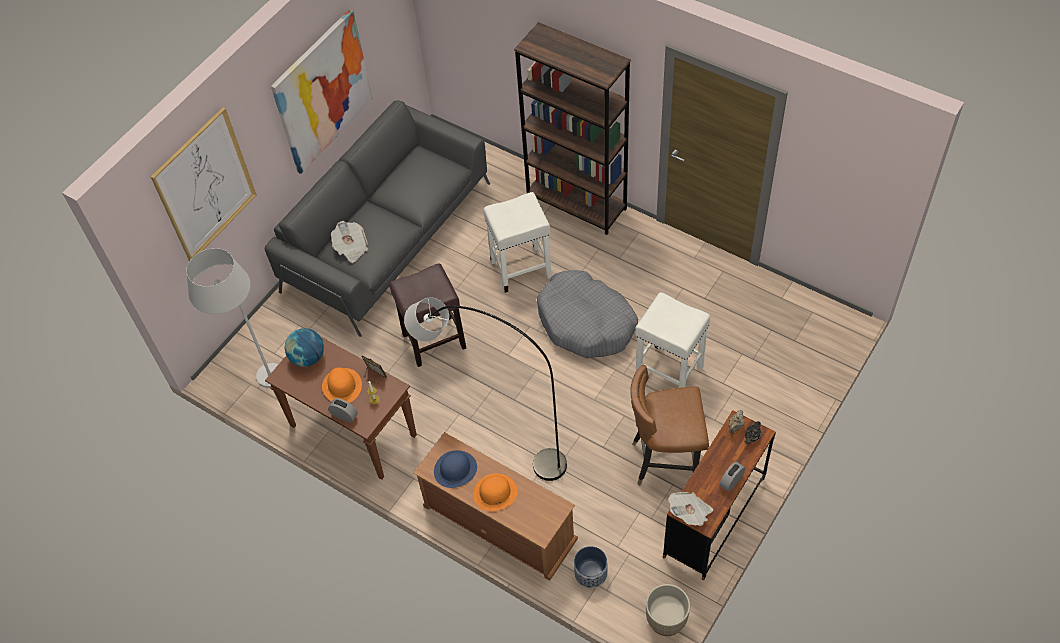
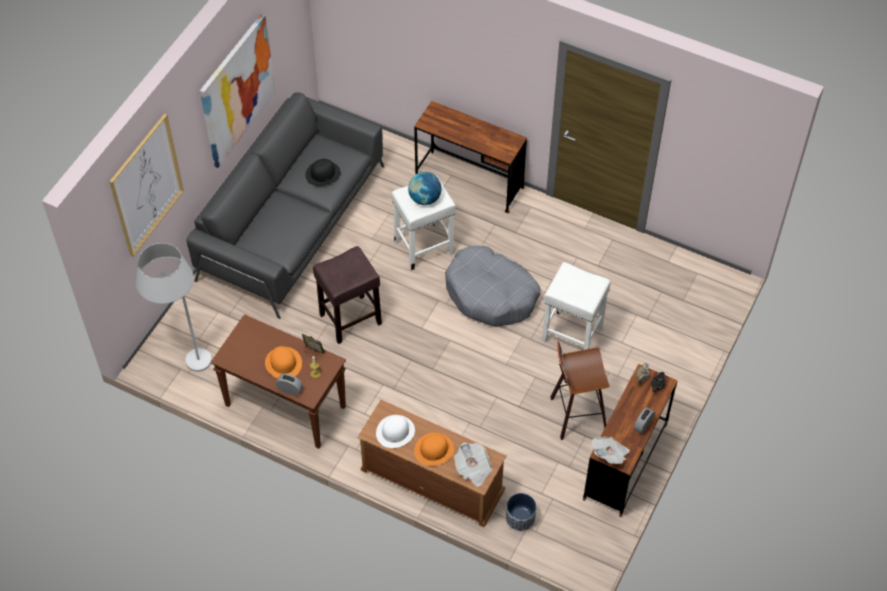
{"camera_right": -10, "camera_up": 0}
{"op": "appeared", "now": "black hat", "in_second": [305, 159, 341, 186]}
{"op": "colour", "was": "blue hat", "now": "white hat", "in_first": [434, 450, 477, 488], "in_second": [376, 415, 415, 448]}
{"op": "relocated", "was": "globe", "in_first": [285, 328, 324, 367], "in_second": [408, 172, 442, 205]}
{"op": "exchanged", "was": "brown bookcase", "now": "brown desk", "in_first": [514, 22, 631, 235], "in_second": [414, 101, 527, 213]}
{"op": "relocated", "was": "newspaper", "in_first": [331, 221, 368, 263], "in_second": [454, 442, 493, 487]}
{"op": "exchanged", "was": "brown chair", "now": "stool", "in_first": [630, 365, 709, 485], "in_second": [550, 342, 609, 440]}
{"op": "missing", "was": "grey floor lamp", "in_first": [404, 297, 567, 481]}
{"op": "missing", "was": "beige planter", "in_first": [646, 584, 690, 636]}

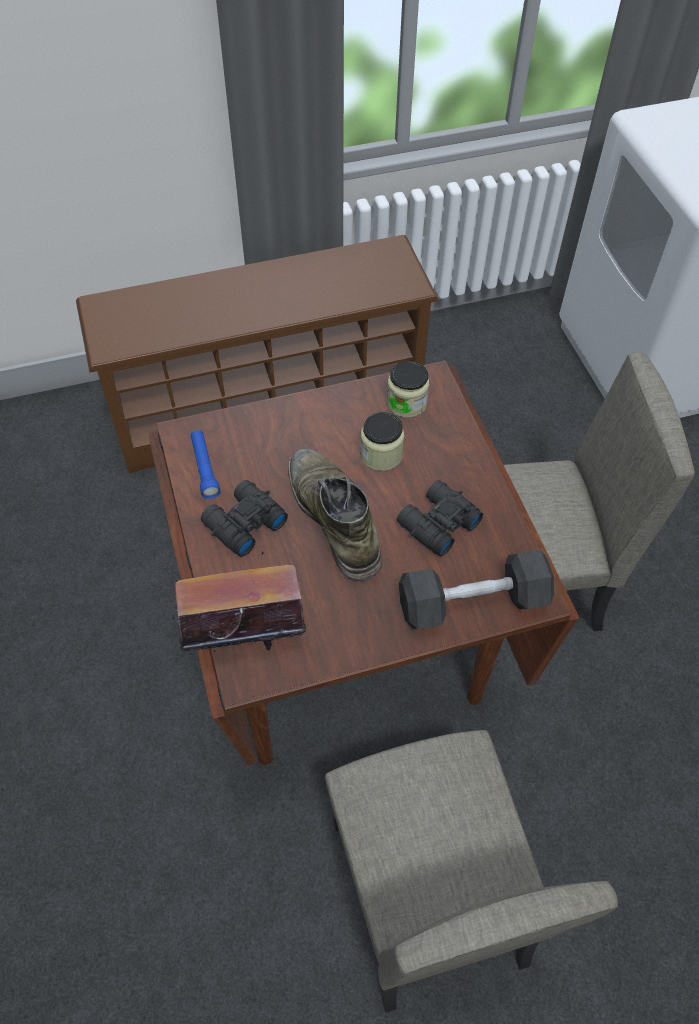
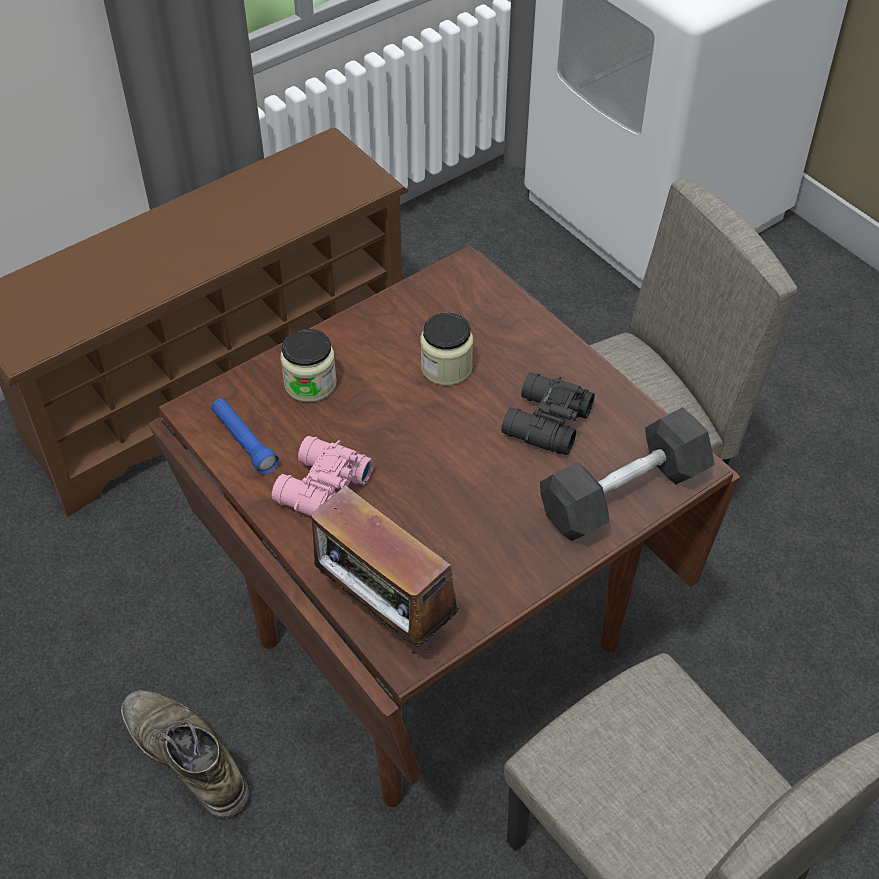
{"camera_right": -20, "camera_up": -5}
{"op": "relocated", "was": "green boot", "in_first": [288, 448, 382, 581], "in_second": [121, 690, 249, 818]}
{"op": "colour", "was": "black binoculars", "now": "pink binoculars", "in_first": [201, 480, 288, 557], "in_second": [272, 436, 374, 517]}
{"op": "relocated", "was": "jar", "in_first": [387, 361, 429, 418], "in_second": [280, 329, 336, 402]}
{"op": "spun", "was": "radio", "in_first": [172, 552, 306, 652], "in_second": [312, 486, 459, 655], "clockwise": -105}

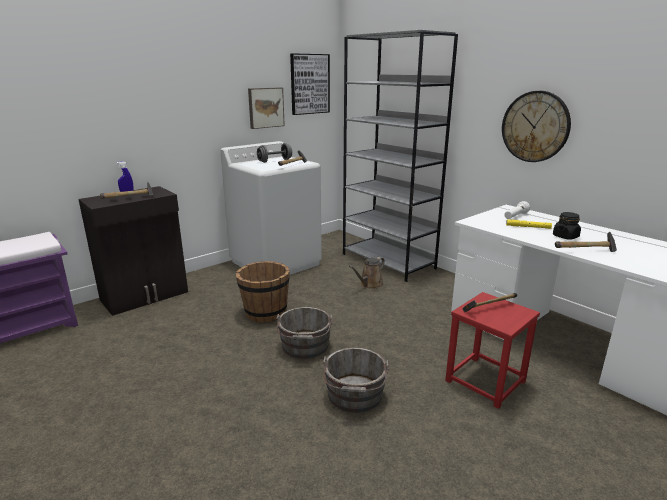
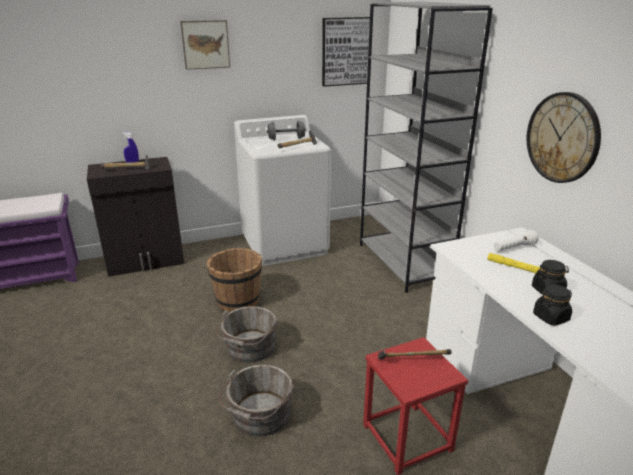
{"camera_right": 20, "camera_up": 5}
{"op": "relocated", "was": "picture", "in_first": [248, 87, 285, 129], "in_second": [180, 20, 230, 70]}
{"op": "exchanged", "was": "hammer", "now": "black jar", "in_first": [555, 232, 617, 252], "in_second": [533, 284, 572, 326]}
{"op": "missing", "was": "brown watering can", "in_first": [349, 257, 385, 289]}

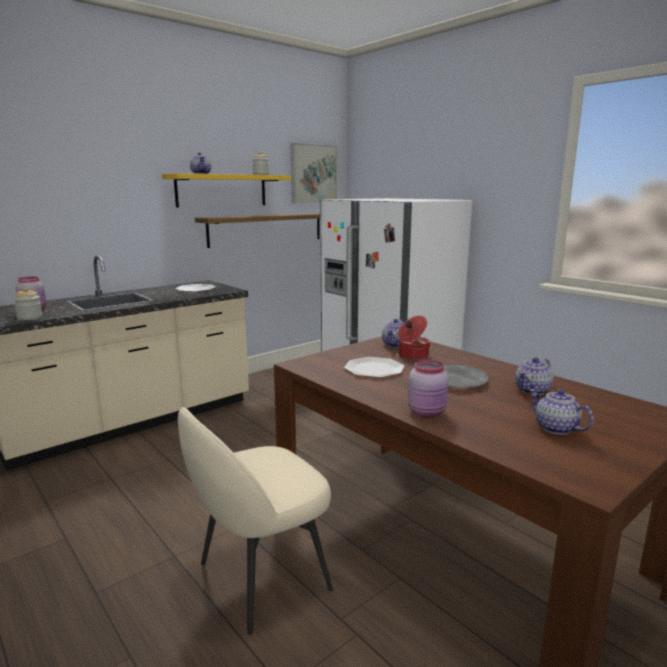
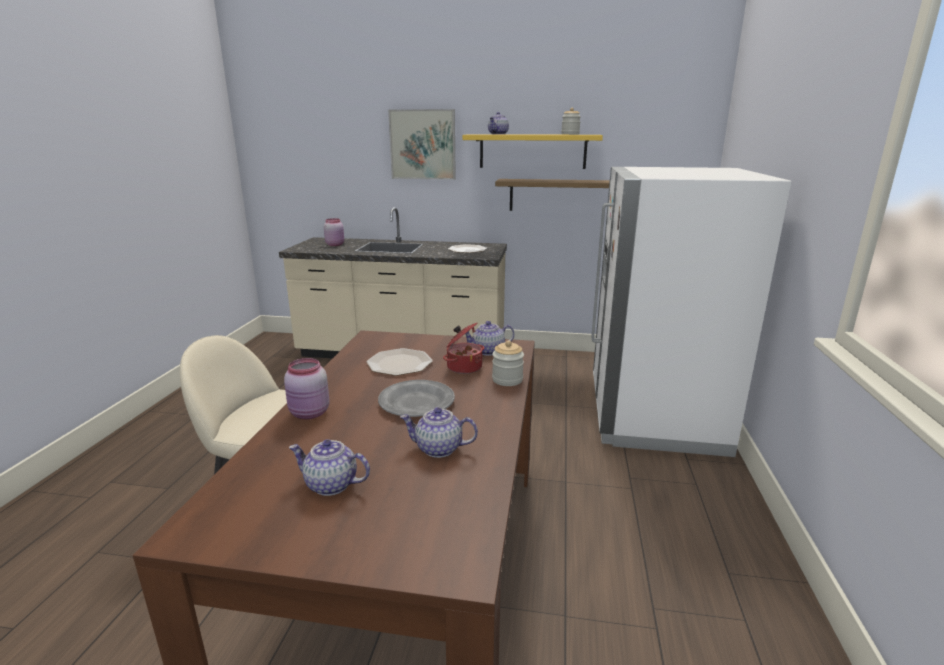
{"camera_right": 50, "camera_up": 5}
{"op": "spun", "was": "teapot", "in_first": [529, 389, 594, 435], "in_second": [289, 439, 370, 496], "clockwise": -90}
{"op": "relocated", "was": "picture", "in_first": [291, 143, 337, 204], "in_second": [388, 109, 456, 180]}
{"op": "relocated", "was": "jar", "in_first": [13, 288, 42, 320], "in_second": [492, 340, 524, 386]}

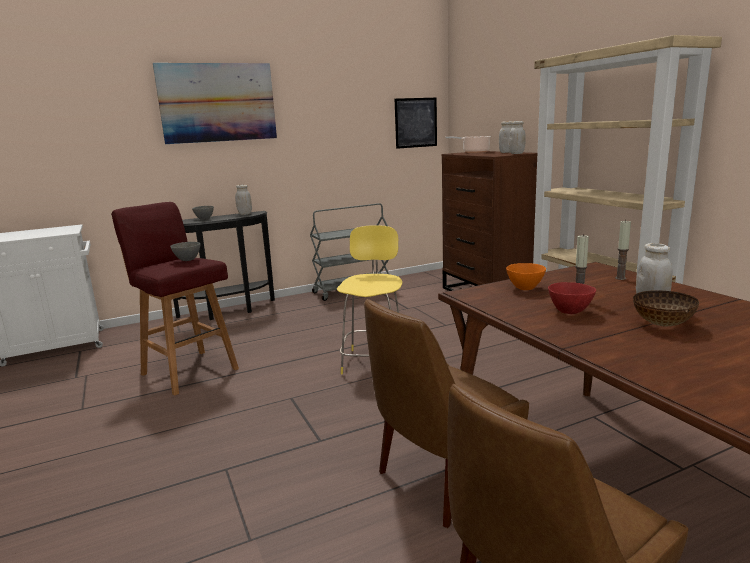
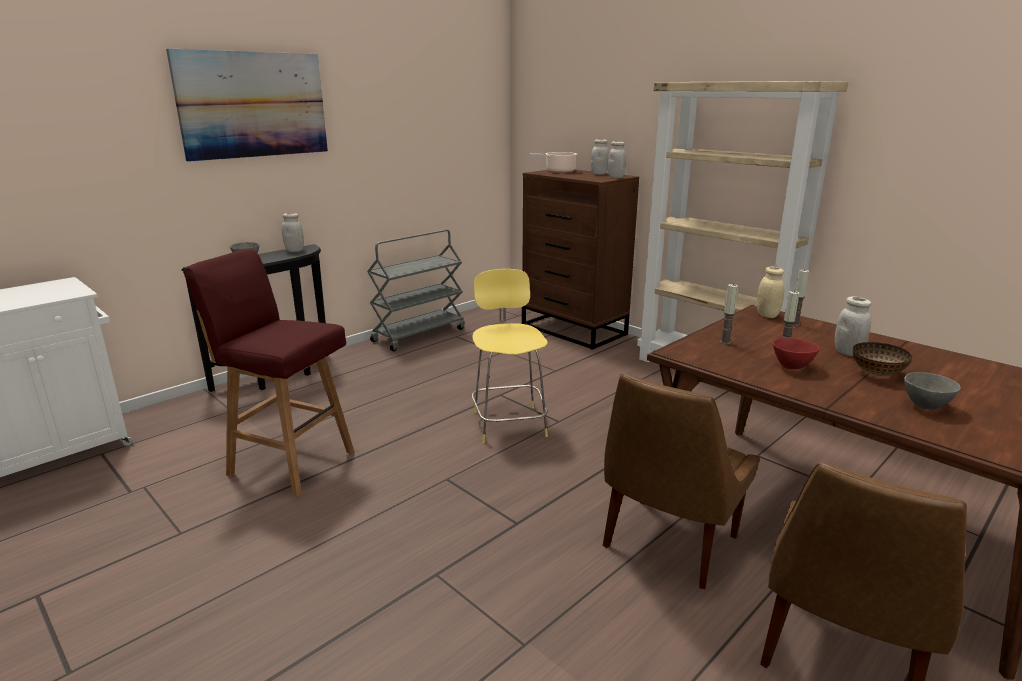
{"camera_right": -20, "camera_up": 5}
{"op": "exchanged", "was": "orange bowl", "now": "candle", "in_first": [506, 263, 546, 290], "in_second": [720, 284, 738, 344]}
{"op": "appeared", "now": "beige jar", "in_second": [757, 267, 784, 318]}
{"op": "relocated", "was": "grey bowl", "in_first": [170, 242, 200, 261], "in_second": [904, 372, 961, 410]}
{"op": "missing", "was": "picture", "in_first": [395, 98, 437, 149]}

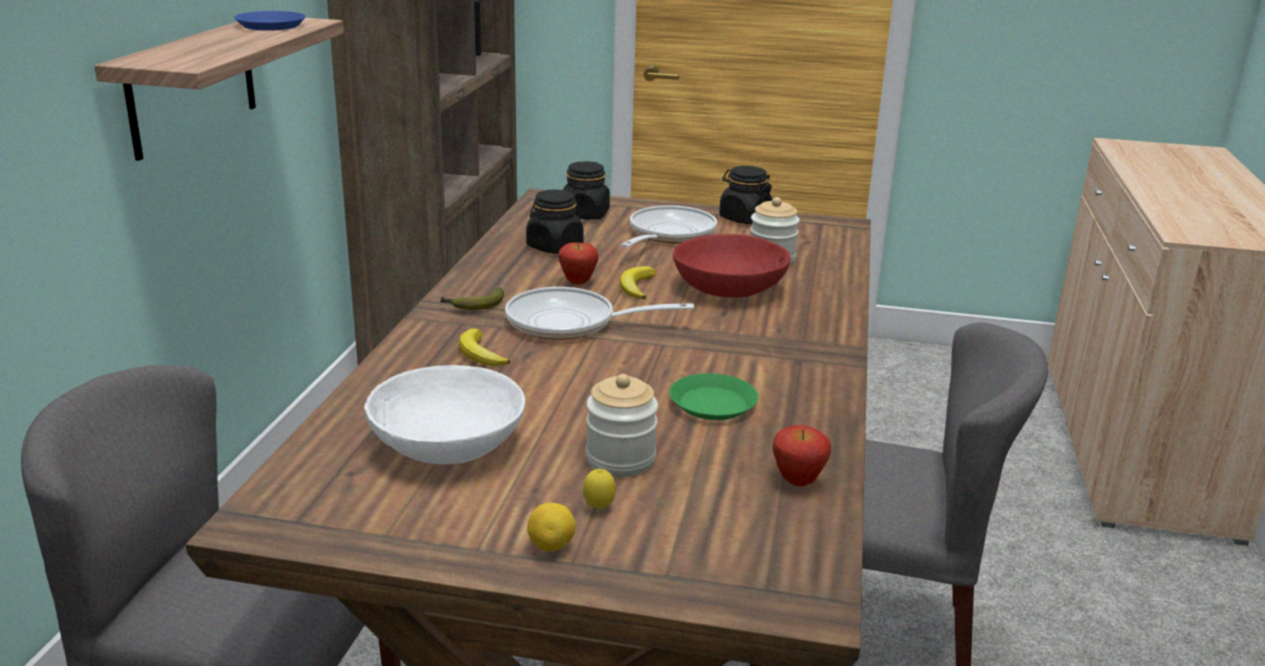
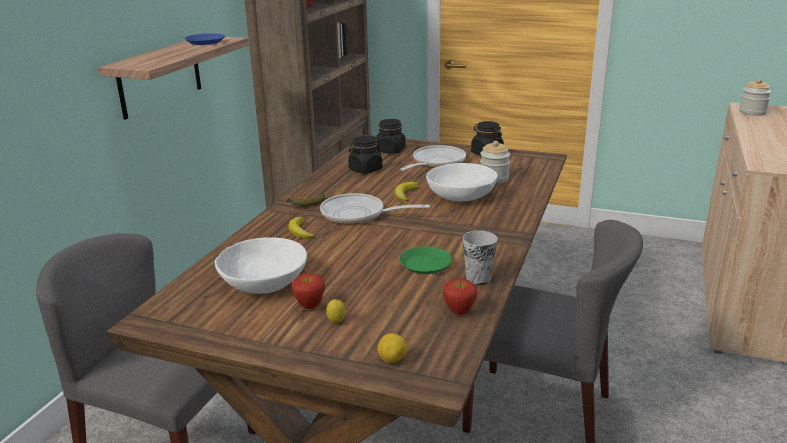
{"camera_right": 10, "camera_up": 0}
{"op": "relocated", "was": "apple", "in_first": [559, 242, 598, 285], "in_second": [291, 274, 326, 309]}
{"op": "relocated", "was": "lemon", "in_first": [527, 503, 575, 551], "in_second": [378, 333, 407, 363]}
{"op": "colour", "was": "red bowl", "now": "white bowl", "in_first": [673, 234, 791, 297], "in_second": [426, 163, 498, 201]}
{"op": "appeared", "now": "cup", "in_second": [463, 230, 497, 285]}
{"op": "relocated", "was": "jar", "in_first": [586, 374, 658, 477], "in_second": [739, 79, 771, 116]}

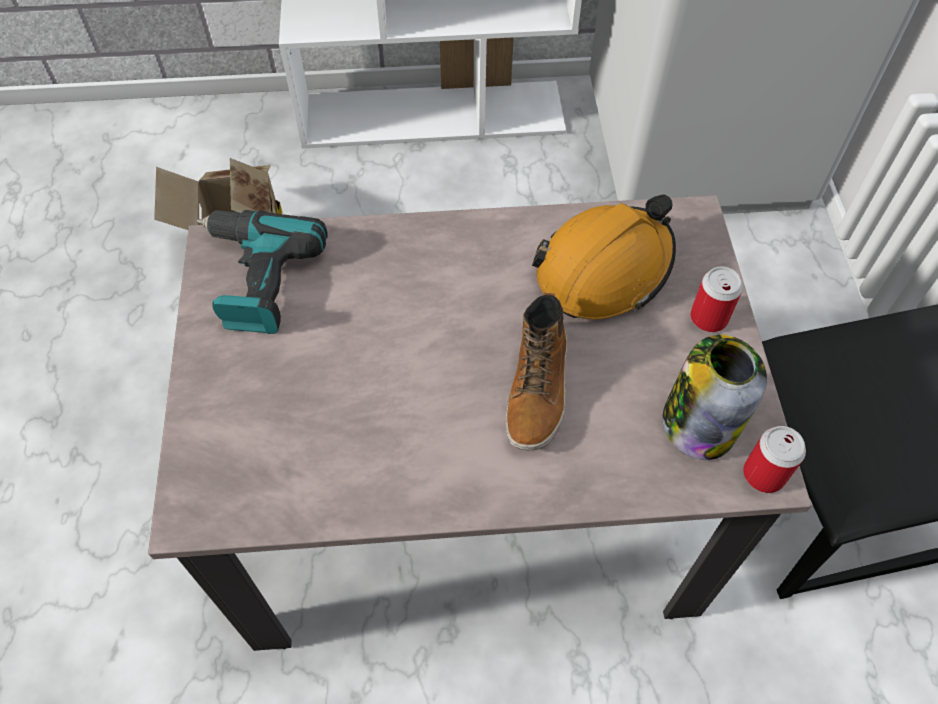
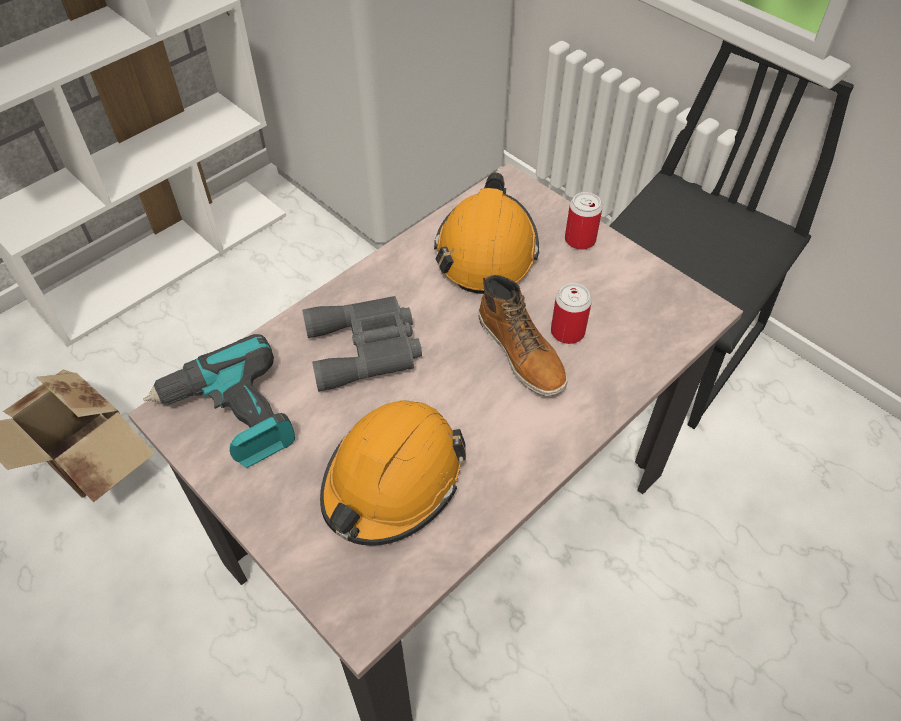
{"camera_right": -40, "camera_up": -5}
{"op": "appeared", "now": "grey binoculars", "in_second": [302, 296, 422, 392]}
{"op": "appeared", "now": "orange hard hat", "in_second": [320, 401, 466, 546]}
{"op": "relocated", "was": "can", "in_first": [743, 426, 806, 493], "in_second": [551, 283, 592, 344]}
{"op": "missing", "was": "jar", "in_first": [662, 335, 767, 460]}

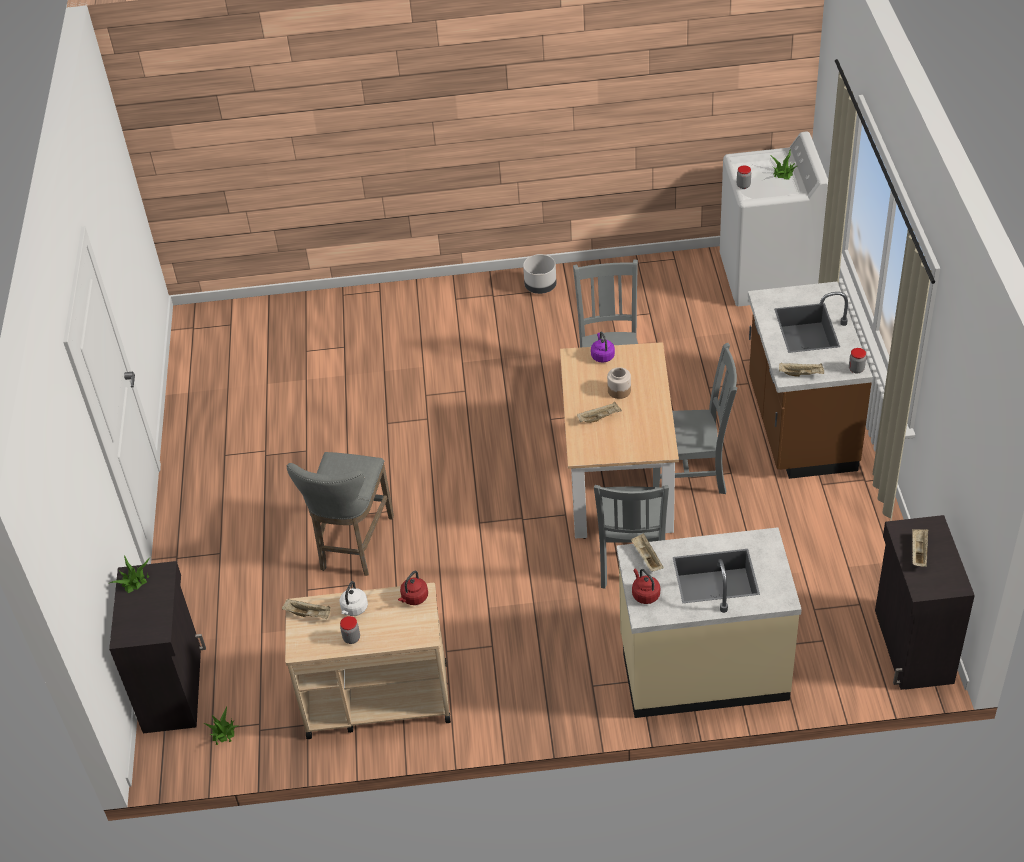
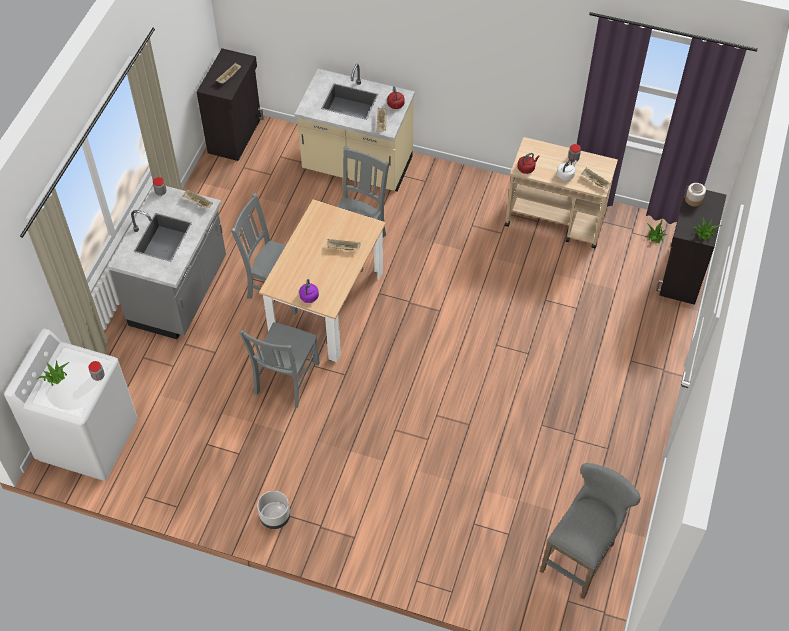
{"camera_right": -160, "camera_up": 10}
{"op": "colour", "was": "brown counter", "now": "grey counter", "in_first": [748, 282, 873, 479], "in_second": [108, 186, 226, 339]}
{"op": "relocated", "was": "grey stool", "in_first": [287, 452, 394, 576], "in_second": [540, 463, 641, 599]}
{"op": "relocated", "was": "jar", "in_first": [607, 367, 631, 399], "in_second": [685, 183, 706, 207]}

